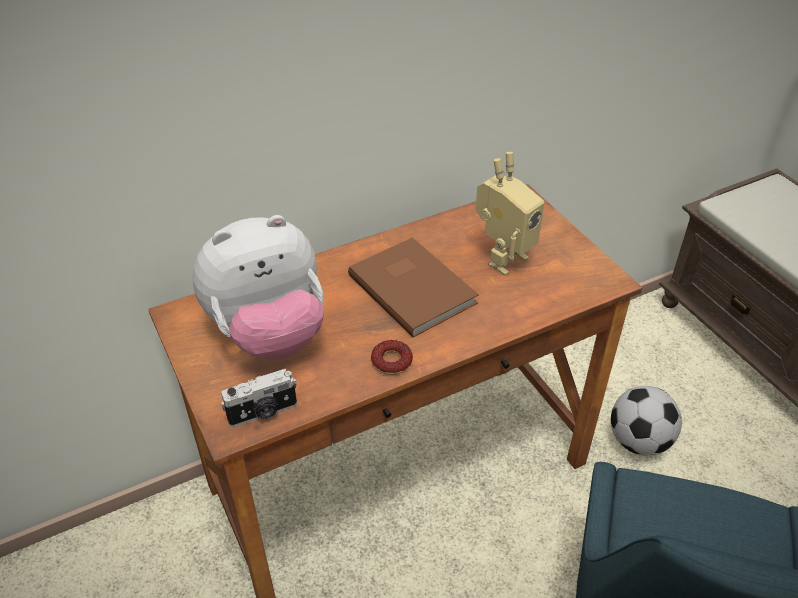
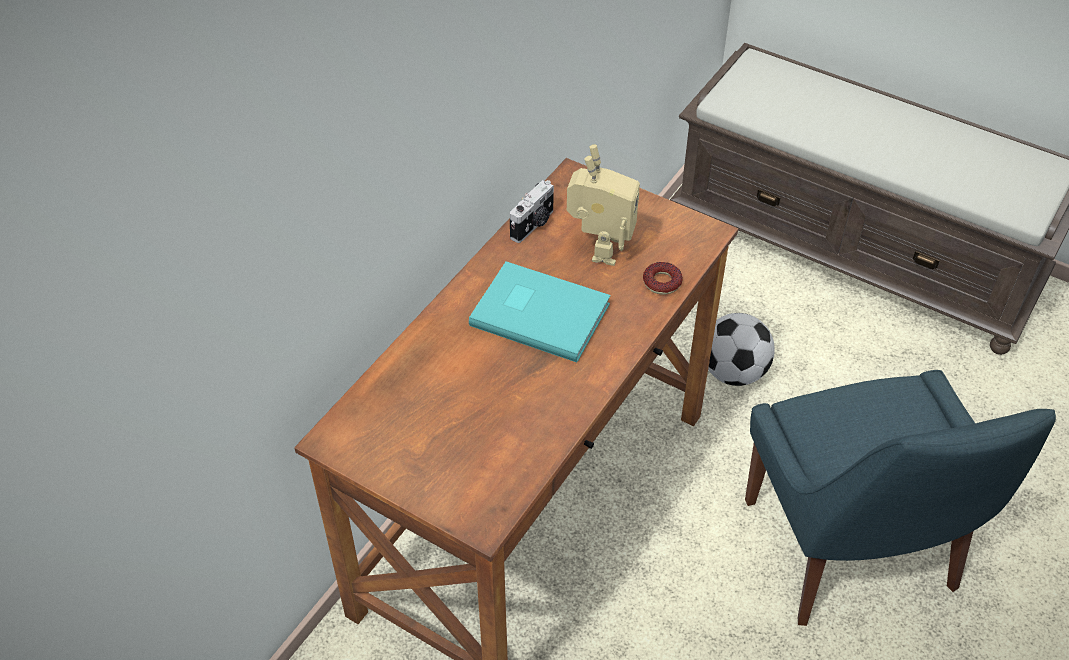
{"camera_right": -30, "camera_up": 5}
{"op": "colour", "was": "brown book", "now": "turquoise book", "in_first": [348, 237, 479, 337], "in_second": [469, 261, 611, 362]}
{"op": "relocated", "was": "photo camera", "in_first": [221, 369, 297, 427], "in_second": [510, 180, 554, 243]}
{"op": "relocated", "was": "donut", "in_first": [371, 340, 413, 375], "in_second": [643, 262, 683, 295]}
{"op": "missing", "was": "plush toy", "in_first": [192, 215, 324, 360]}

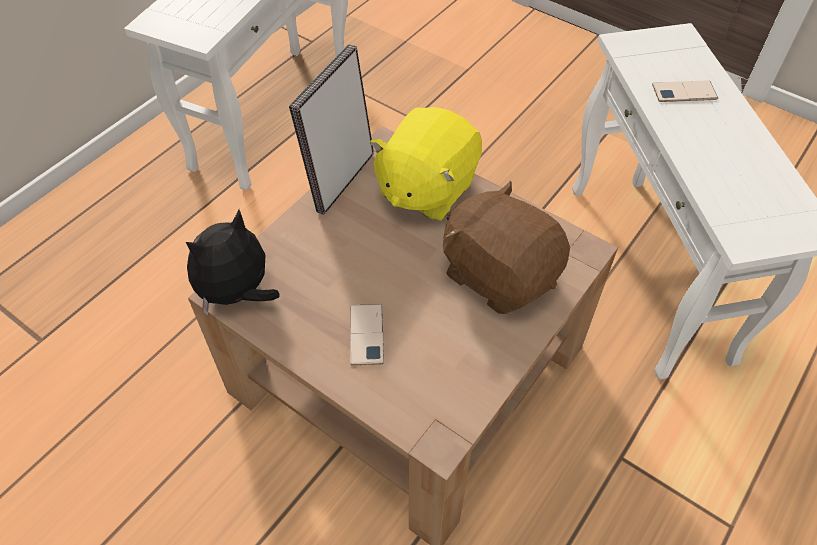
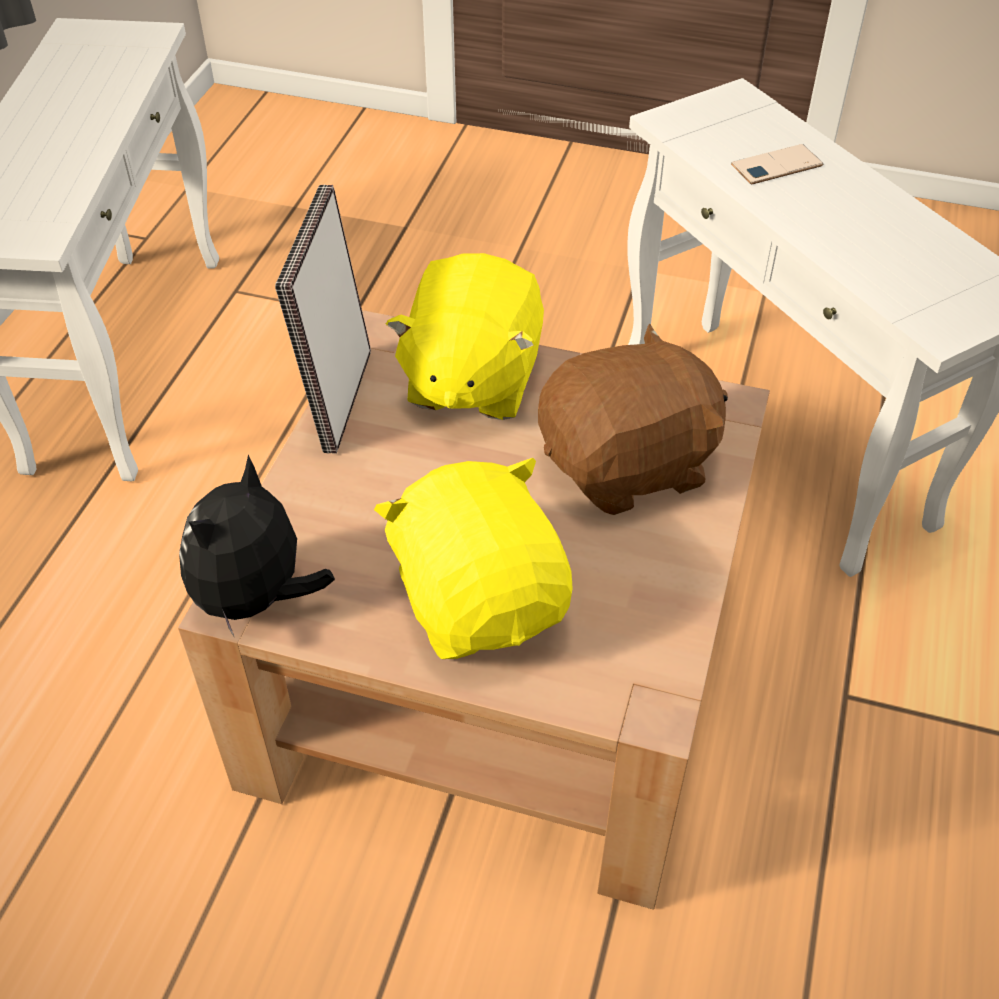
{"camera_right": -20, "camera_up": -5}
{"op": "exchanged", "was": "phone", "now": "yellow plush toy", "in_first": [350, 304, 384, 365], "in_second": [374, 458, 573, 659]}
{"op": "spun", "was": "brown plush toy", "in_first": [443, 181, 570, 314], "in_second": [538, 324, 728, 515], "clockwise": 135}

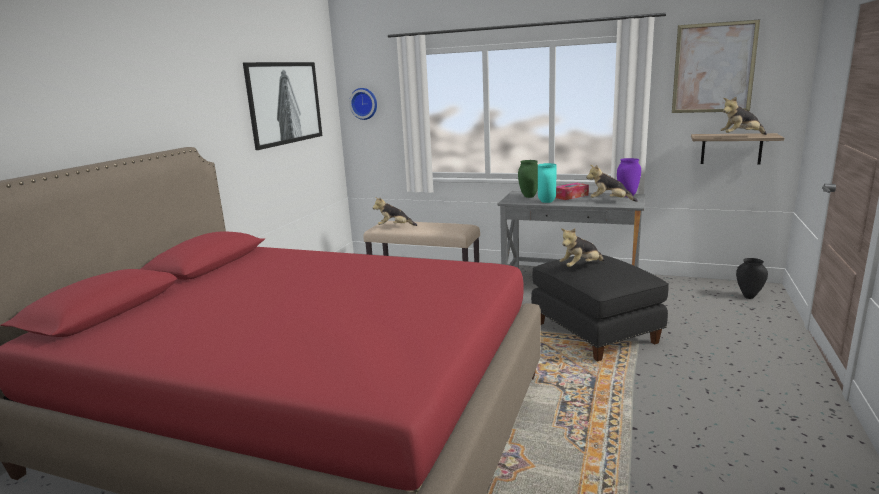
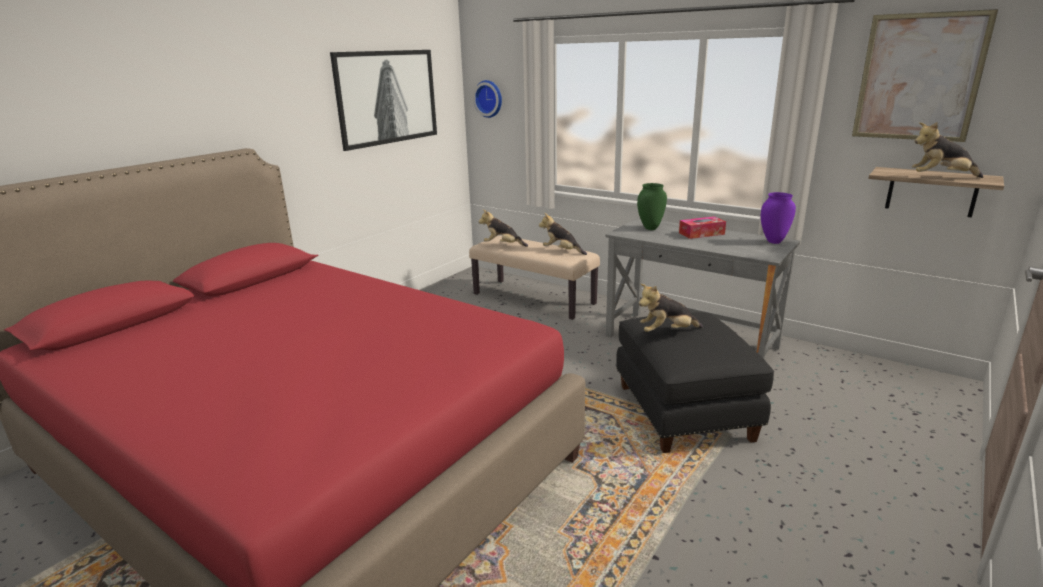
{"camera_right": 15, "camera_up": 5}
{"op": "relocated", "was": "plush toy", "in_first": [586, 165, 638, 202], "in_second": [539, 213, 587, 255]}
{"op": "missing", "was": "turquoise vase", "in_first": [538, 163, 557, 203]}
{"op": "missing", "was": "black vase", "in_first": [736, 258, 768, 299]}

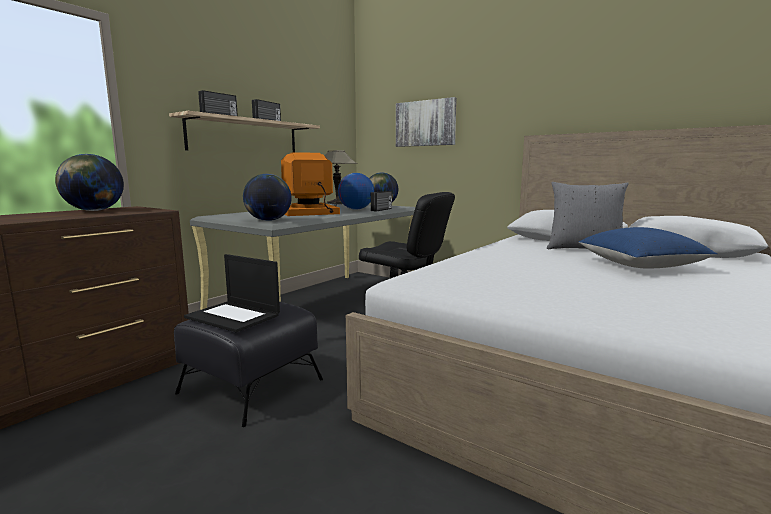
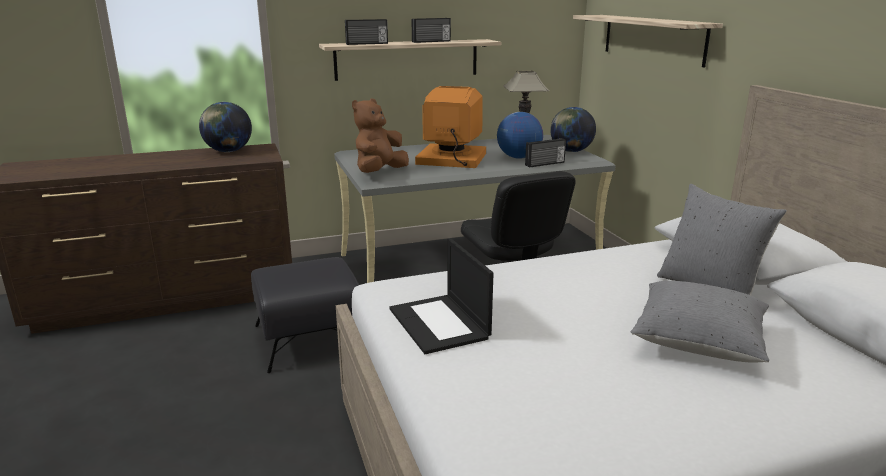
{"camera_right": 35, "camera_up": 10}
{"op": "exchanged", "was": "globe", "now": "brown plush toy", "in_first": [243, 174, 291, 221], "in_second": [352, 98, 409, 173]}
{"op": "relocated", "was": "laptop", "in_first": [184, 254, 280, 333], "in_second": [390, 238, 493, 354]}
{"op": "exchanged", "was": "picture", "now": "shelf", "in_first": [396, 97, 457, 147], "in_second": [573, 15, 723, 67]}
{"op": "colour", "was": "blue pillow", "now": "grey pillow", "in_first": [579, 227, 718, 269], "in_second": [631, 281, 769, 363]}

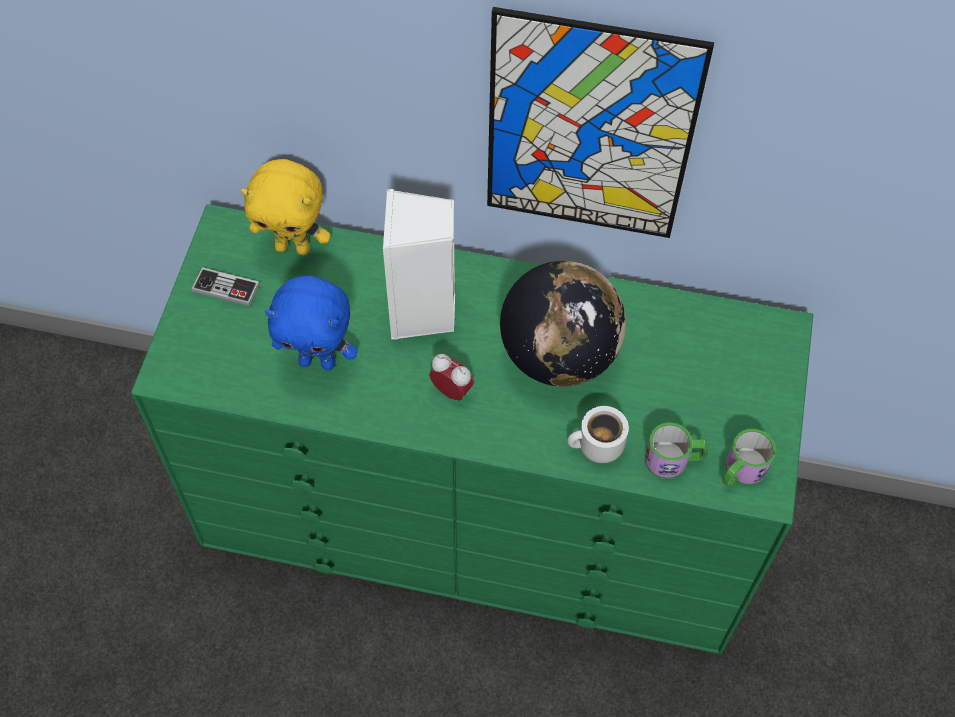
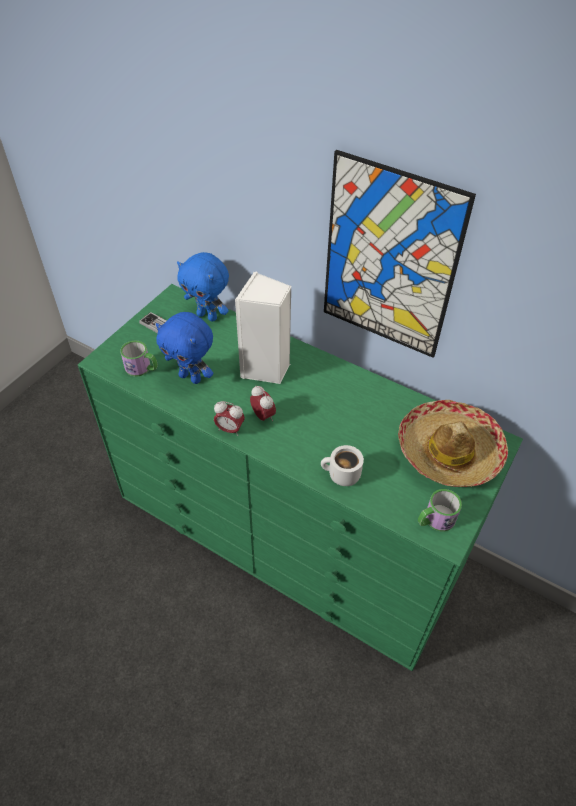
{"camera_right": 20, "camera_up": -10}
{"op": "relocated", "was": "mug", "in_first": [645, 422, 708, 479], "in_second": [120, 341, 158, 377]}
{"op": "colour", "was": "yellow plush toy", "now": "blue plush toy", "in_first": [241, 159, 331, 255], "in_second": [177, 252, 229, 322]}
{"op": "appeared", "now": "alarm clock", "in_second": [214, 401, 245, 436]}
{"op": "appeared", "now": "hat", "in_second": [398, 400, 508, 487]}
{"op": "missing", "was": "globe", "in_first": [500, 261, 626, 387]}

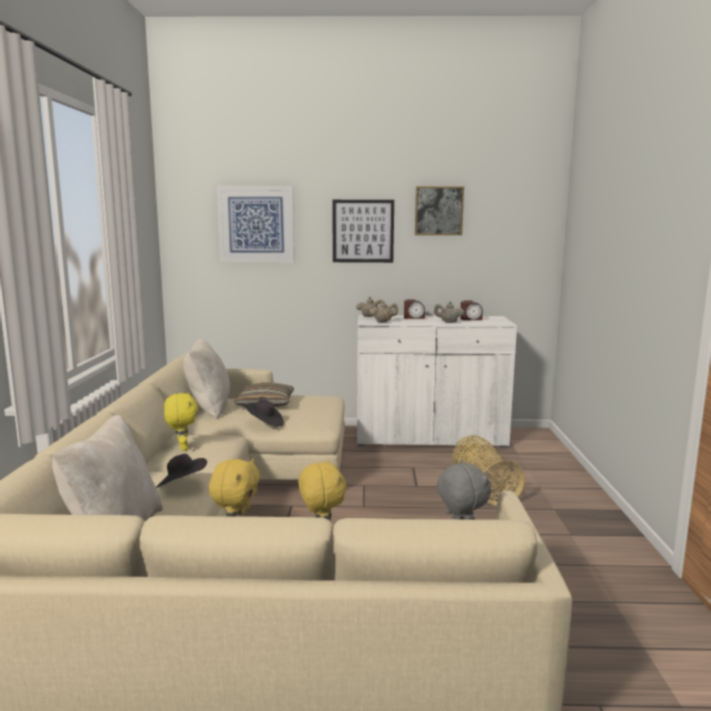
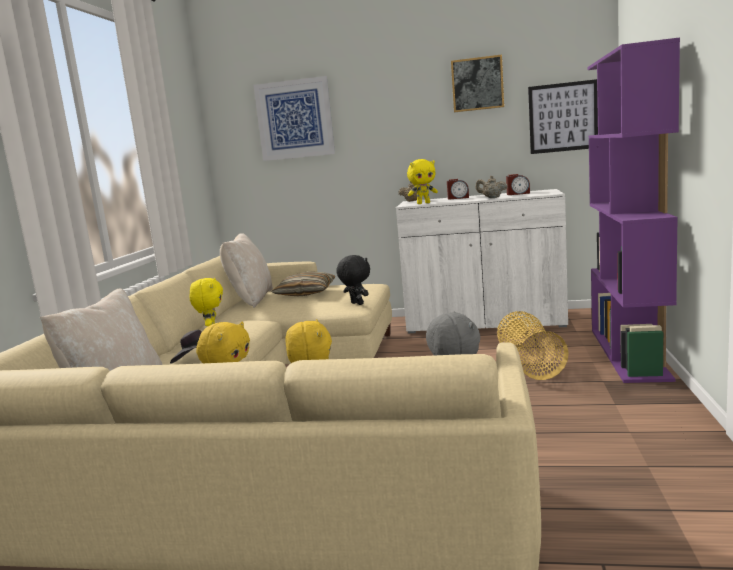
{"camera_right": 10, "camera_up": 0}
{"op": "appeared", "now": "black plush toy", "in_second": [336, 255, 370, 305]}
{"op": "exchanged", "was": "beige teapot", "now": "yellow plush toy", "in_first": [370, 301, 398, 322], "in_second": [407, 159, 438, 204]}
{"op": "relocated", "was": "picture", "in_first": [333, 200, 394, 263], "in_second": [528, 79, 598, 154]}
{"op": "appeared", "now": "purple bookcase", "in_second": [587, 37, 680, 383]}
{"op": "missing", "was": "black hat", "in_first": [244, 399, 284, 427]}

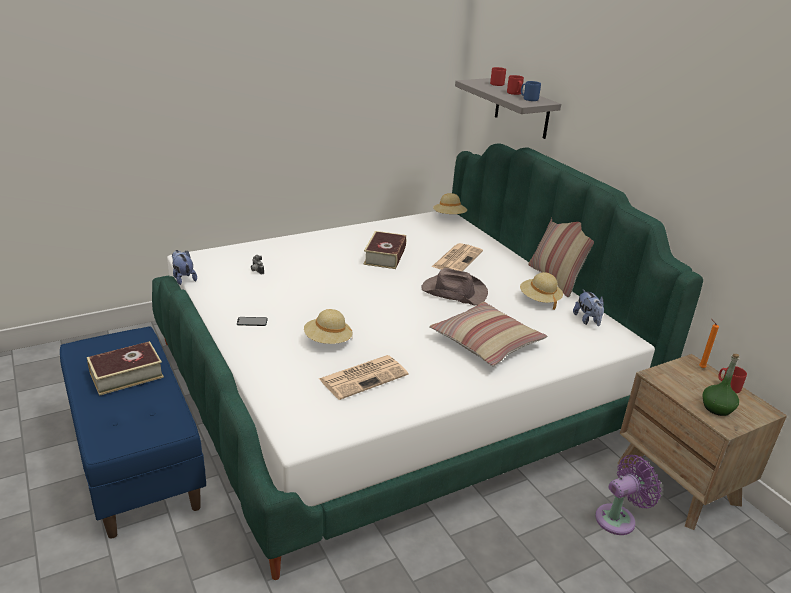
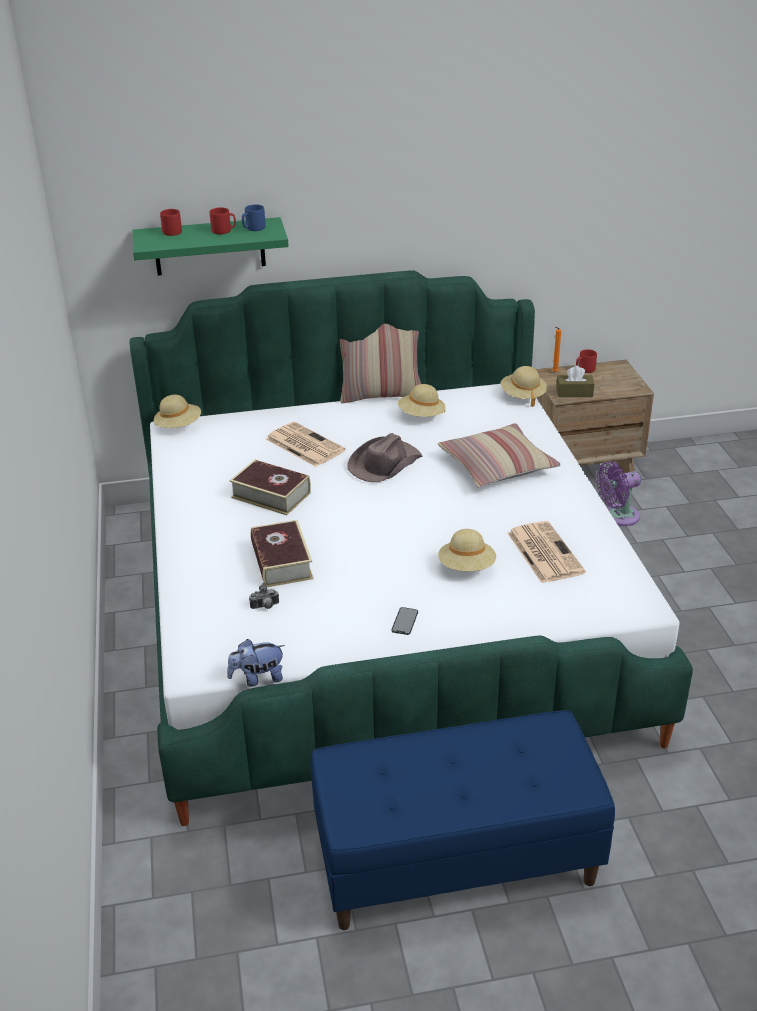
{"camera_right": -70, "camera_up": 5}
{"op": "colour", "was": "grey shelf", "now": "green shelf", "in_first": [455, 78, 561, 139], "in_second": [132, 217, 289, 276]}
{"op": "relocated", "was": "book", "in_first": [87, 341, 164, 396], "in_second": [251, 520, 313, 587]}
{"op": "appeared", "now": "beige hat", "in_second": [501, 366, 548, 407]}
{"op": "appeared", "now": "brown tissue box", "in_second": [556, 366, 594, 397]}
{"op": "spun", "was": "purple fan", "in_first": [595, 455, 662, 535], "in_second": [596, 461, 641, 526], "clockwise": -105}
{"op": "missing", "was": "plush toy", "in_first": [573, 289, 604, 326]}
{"op": "missing", "was": "green bottle", "in_first": [702, 354, 739, 416]}

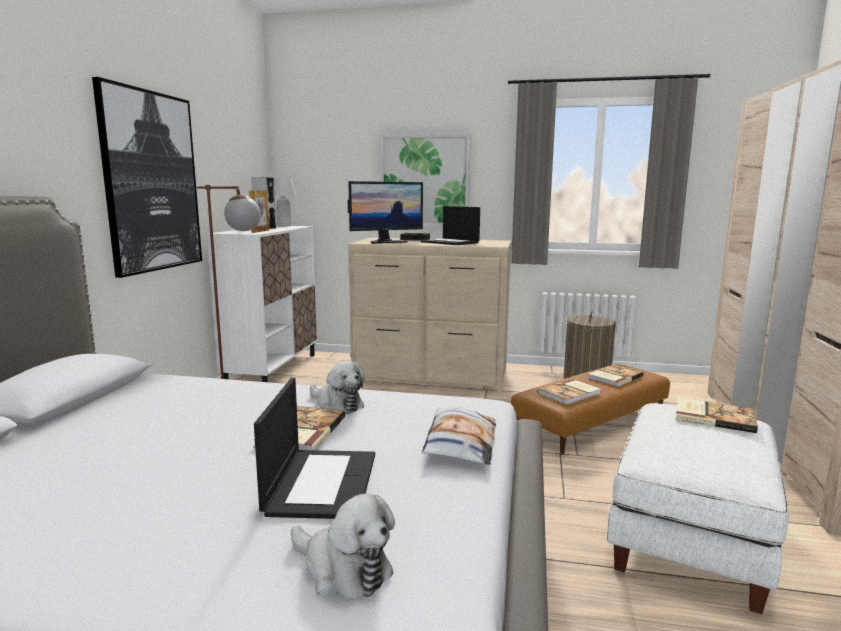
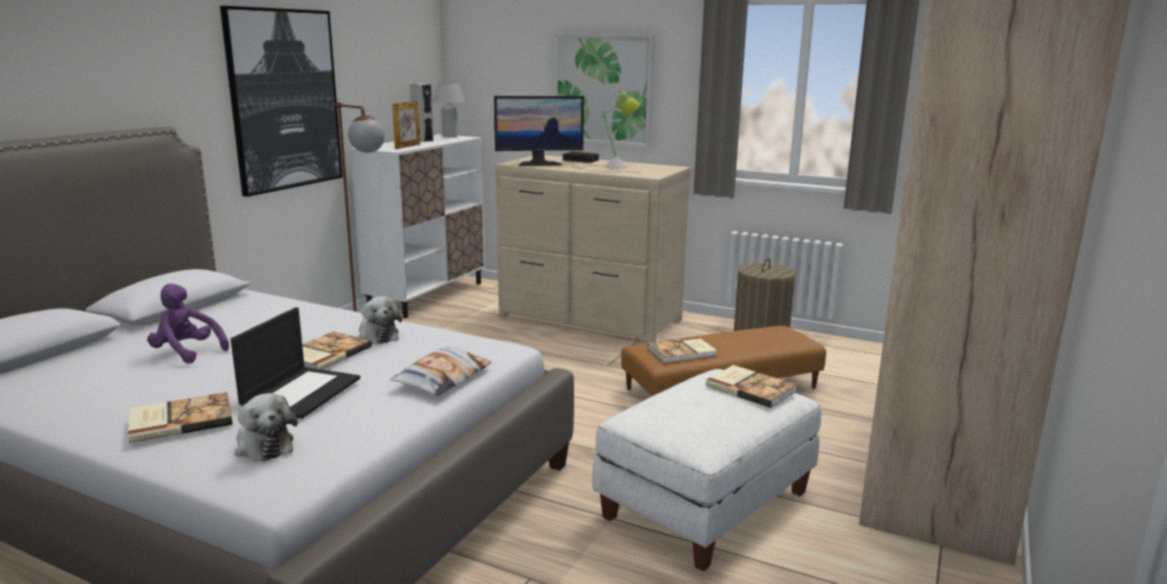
{"camera_right": 15, "camera_up": 5}
{"op": "relocated", "was": "book", "in_first": [588, 364, 644, 387], "in_second": [128, 392, 233, 443]}
{"op": "appeared", "now": "purple plush toy", "in_second": [147, 284, 229, 363]}
{"op": "exchanged", "was": "laptop", "now": "table lamp", "in_first": [420, 206, 480, 245], "in_second": [572, 90, 642, 174]}

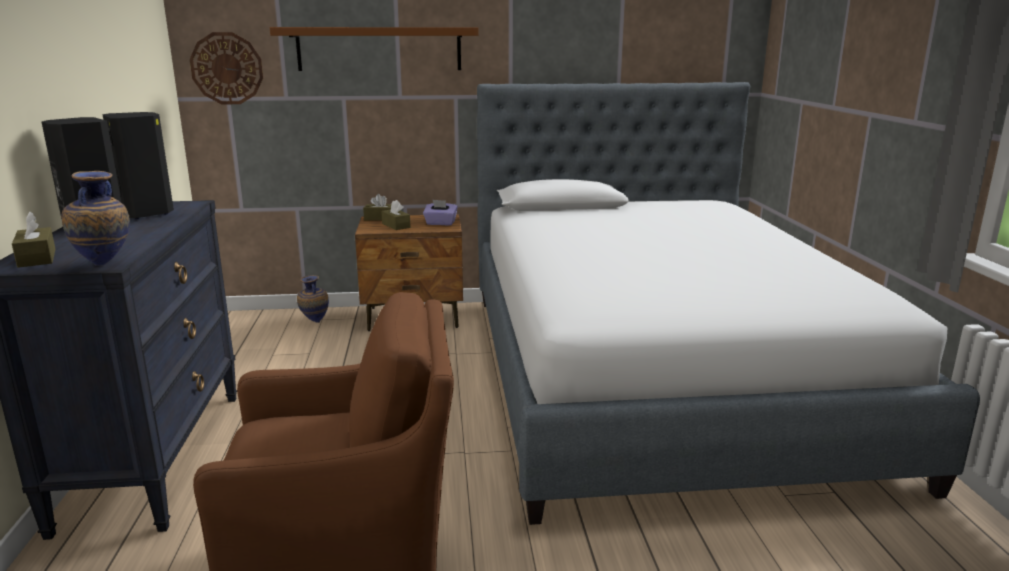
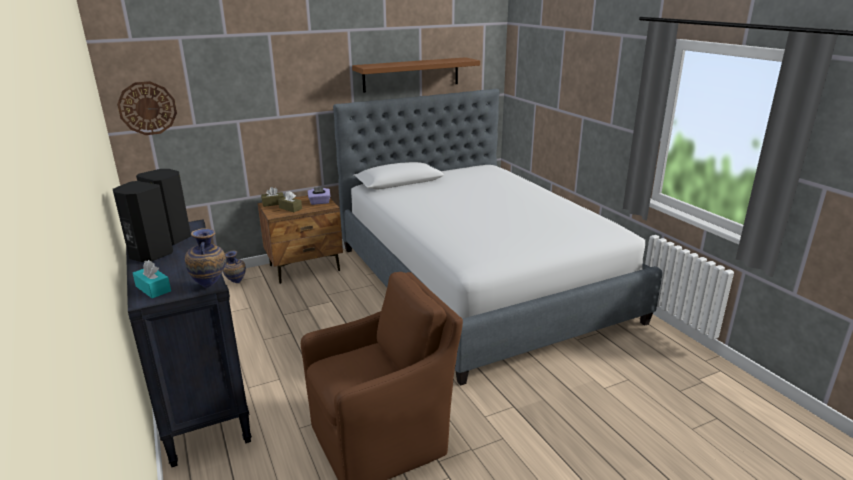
{"camera_right": -20, "camera_up": 5}
{"op": "colour", "was": "brown tissue box", "now": "turquoise tissue box", "in_first": [12, 211, 55, 268], "in_second": [133, 260, 171, 298]}
{"op": "relocated", "was": "brown shelf", "in_first": [270, 27, 479, 71], "in_second": [352, 57, 480, 93]}

